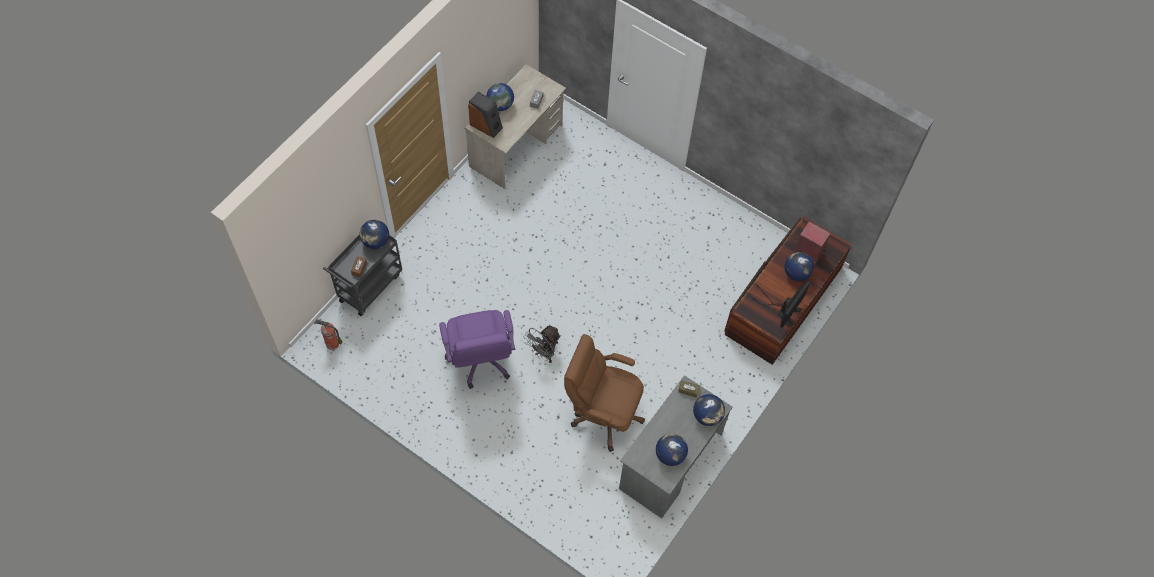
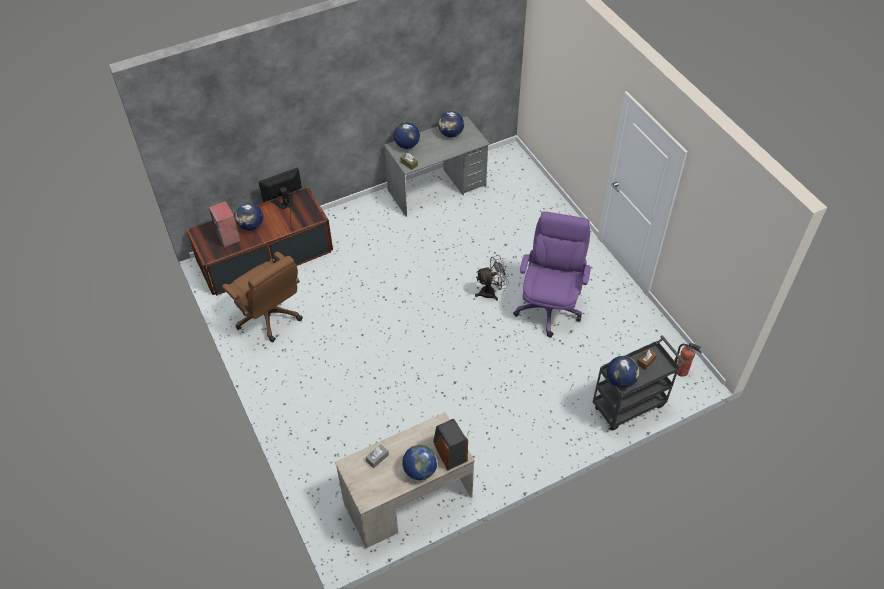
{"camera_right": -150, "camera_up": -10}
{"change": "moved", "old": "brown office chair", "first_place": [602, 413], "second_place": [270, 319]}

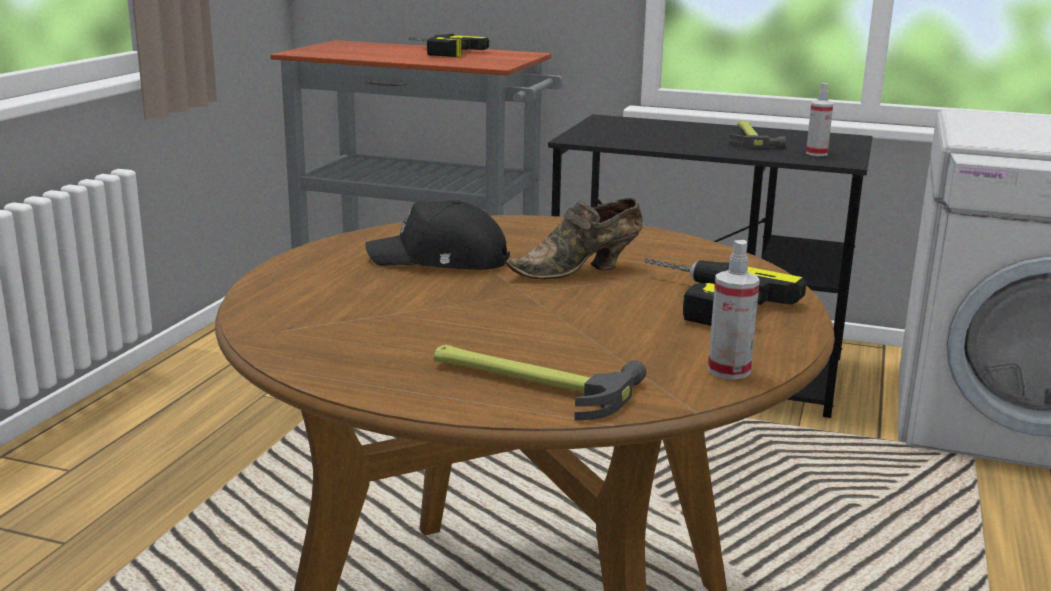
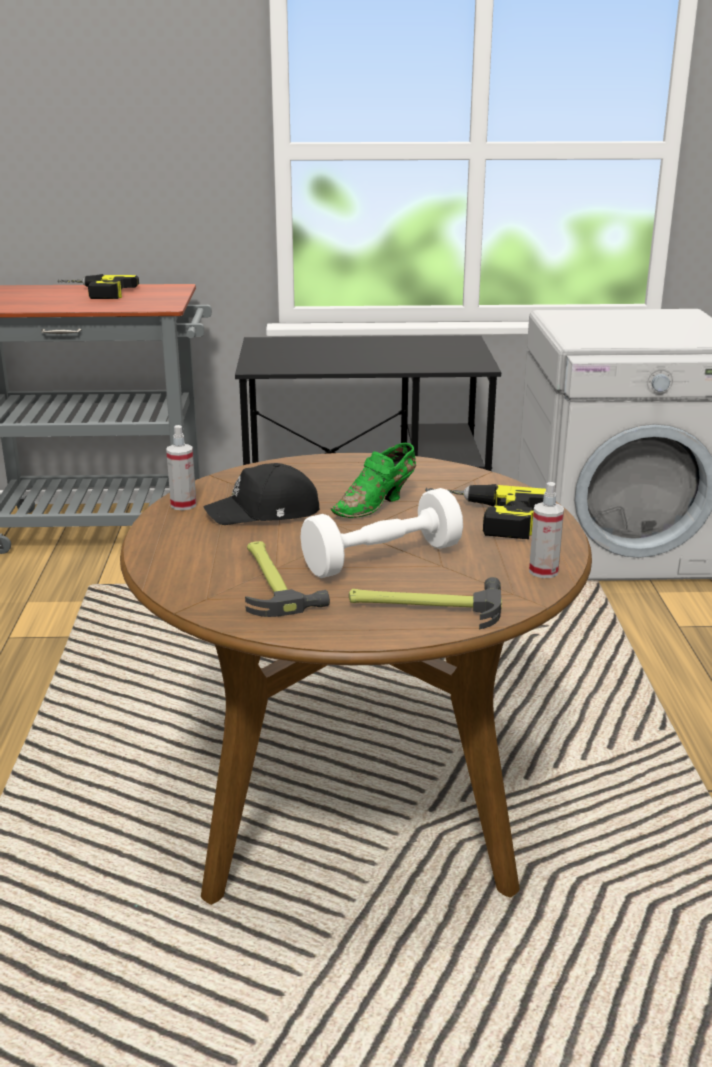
{"camera_right": -20, "camera_up": 5}
{"change": "added", "new": "white-coloured free weight", "second_place": [382, 559]}
{"change": "moved", "old": "tool hammer", "first_place": [750, 138], "second_place": [272, 581]}
{"change": "moved", "old": "hand sprayer", "first_place": [816, 153], "second_place": [183, 505]}
{"change": "recoloured", "old": "brown low shoe", "new": "green-coloured low shoe", "first_place": [580, 271], "second_place": [377, 504]}

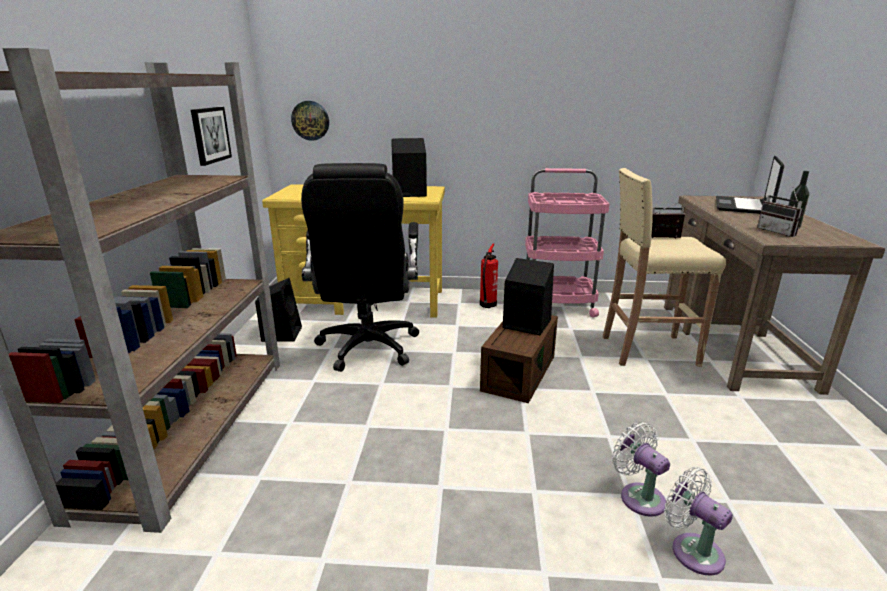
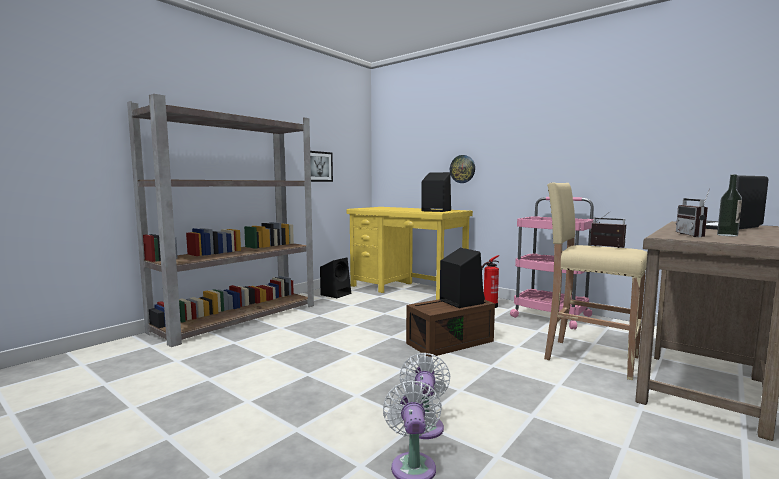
{"camera_right": 35, "camera_up": -15}
{"change": "removed", "old": "black office chair", "first_place": [368, 348]}
{"change": "moved", "old": "wall clock", "first_place": [310, 120], "second_place": [462, 169]}

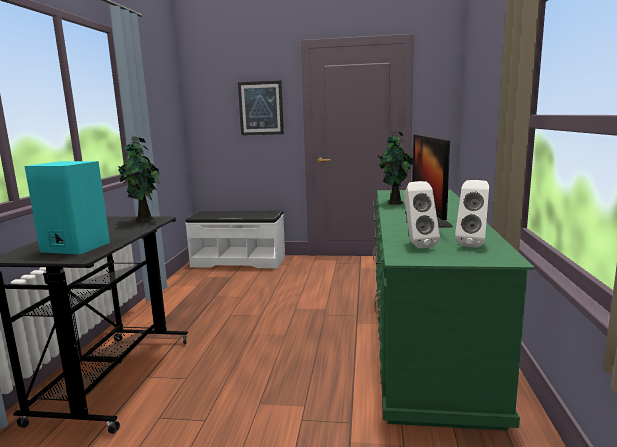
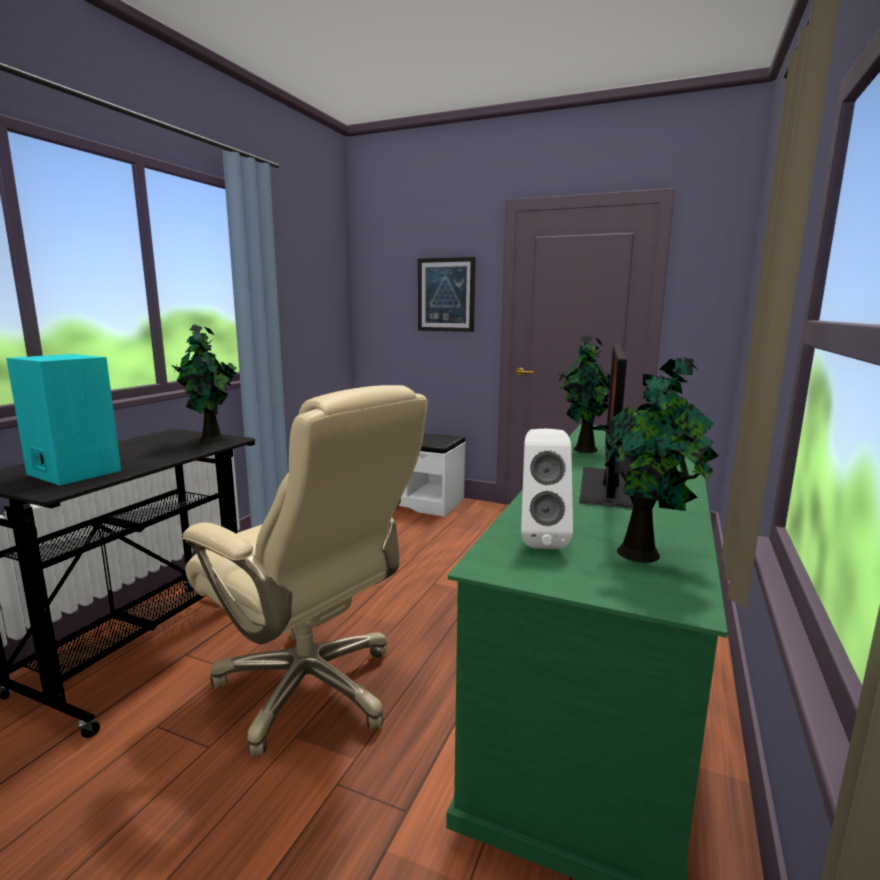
{"camera_right": 15, "camera_up": 0}
{"change": "added", "new": "beige office chair", "second_place": [310, 693]}
{"change": "replaced", "old": "white-coloured speaker", "new": "houseplant", "first_place": [472, 244], "second_place": [642, 553]}

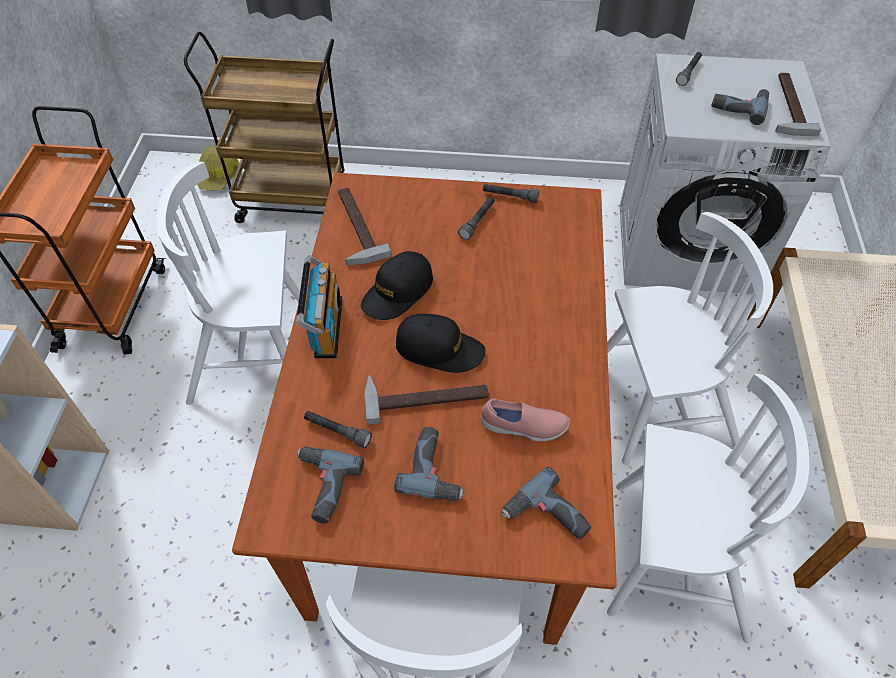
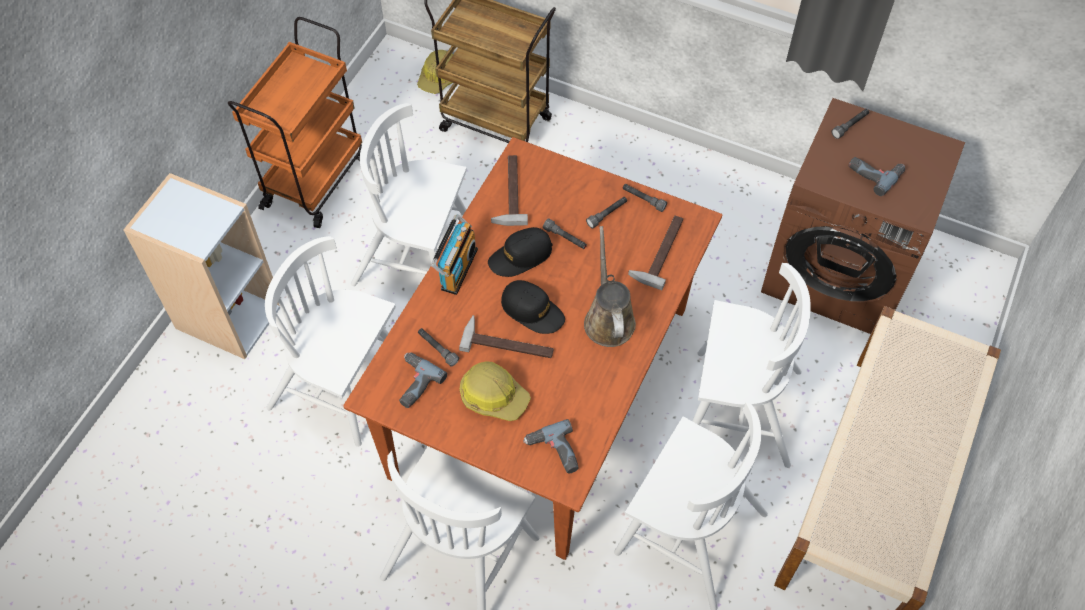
{"camera_right": 20, "camera_up": 5}
{"change": "removed", "old": "pinkish low shoe", "first_place": [523, 428]}
{"change": "added", "new": "white-coloured plain chair", "second_place": [346, 385]}
{"change": "added", "new": "greyish torch", "second_place": [565, 238]}
{"change": "added", "new": "brown sprinkling can", "second_place": [608, 319]}
{"change": "moved", "old": "tool hammer", "first_place": [787, 105], "second_place": [659, 250]}
{"change": "replaced", "old": "power drill", "new": "safety helmet", "first_place": [435, 469], "second_place": [493, 396]}
{"change": "recoloured", "old": "white-coloured laundry machine", "new": "brown laundry machine", "first_place": [685, 251], "second_place": [836, 276]}

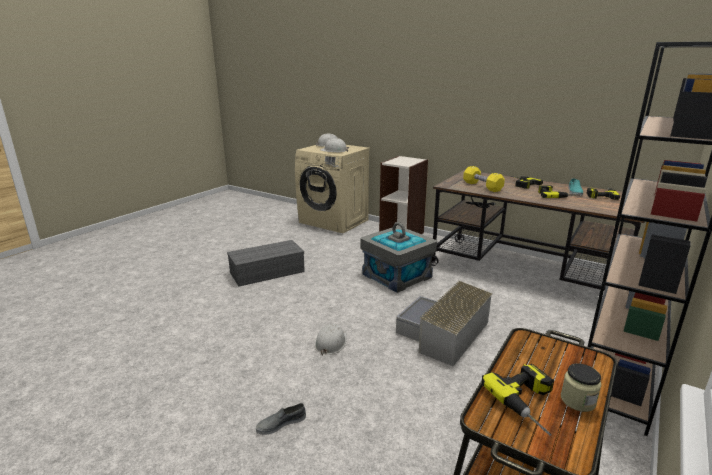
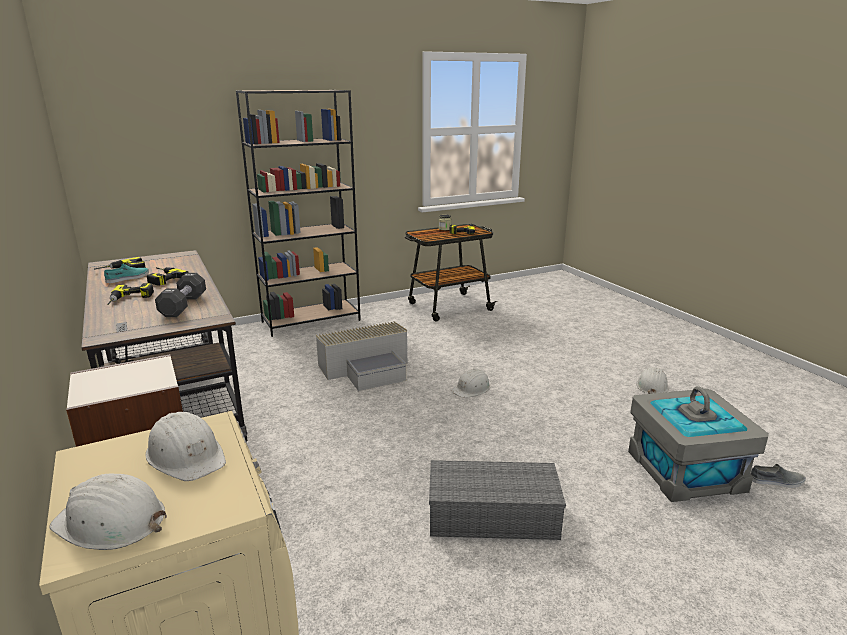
{"camera_right": -150, "camera_up": 0}
{"change": "added", "new": "white-coloured safety helmet", "second_place": [652, 385]}
{"change": "moved", "old": "greyish low shoe", "first_place": [281, 423], "second_place": [777, 481]}
{"change": "moved", "old": "greyish storage container", "first_place": [397, 276], "second_place": [684, 471]}
{"change": "recoloured", "old": "yellow free weight", "new": "black free weight", "first_place": [482, 186], "second_place": [183, 306]}

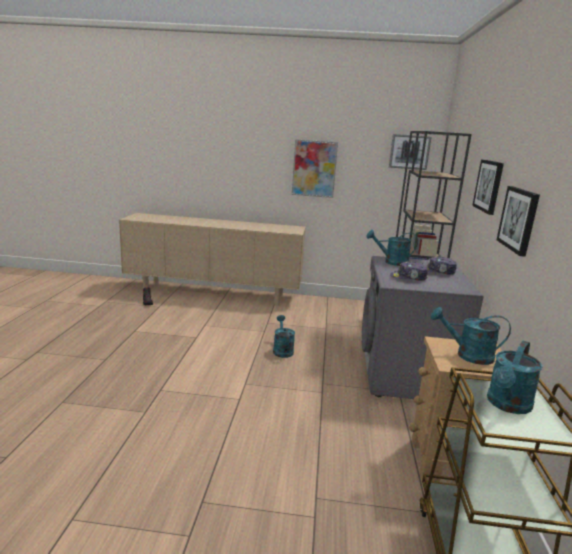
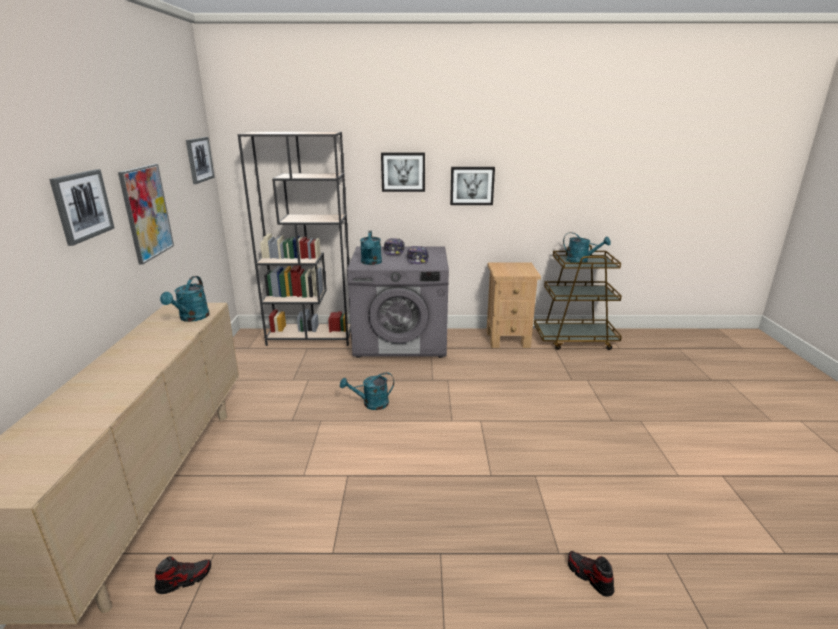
{"camera_right": -95, "camera_up": 5}
{"change": "added", "new": "wall art", "second_place": [82, 205]}
{"change": "added", "new": "low shoe", "second_place": [589, 577]}
{"change": "moved", "old": "turquoise-coloured sprinkling can", "first_place": [467, 355], "second_place": [191, 318]}

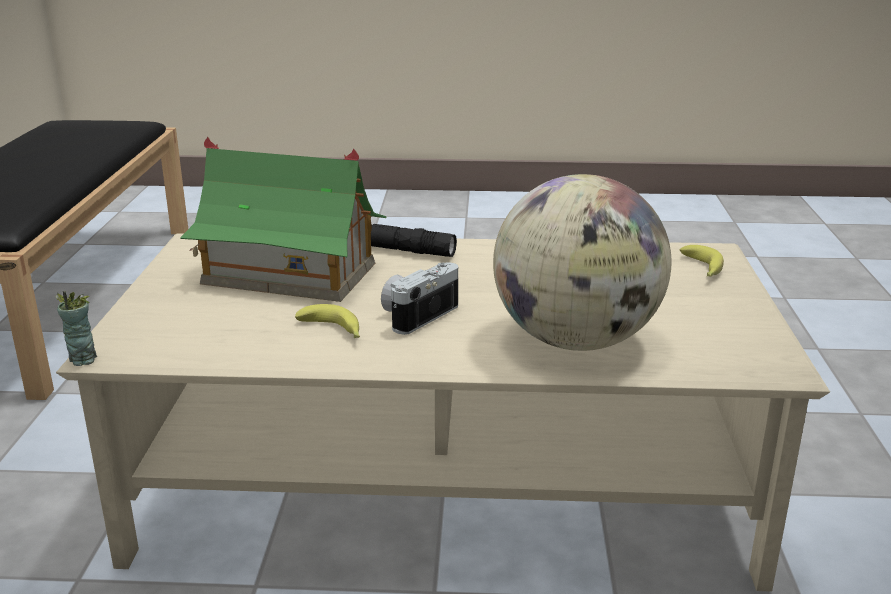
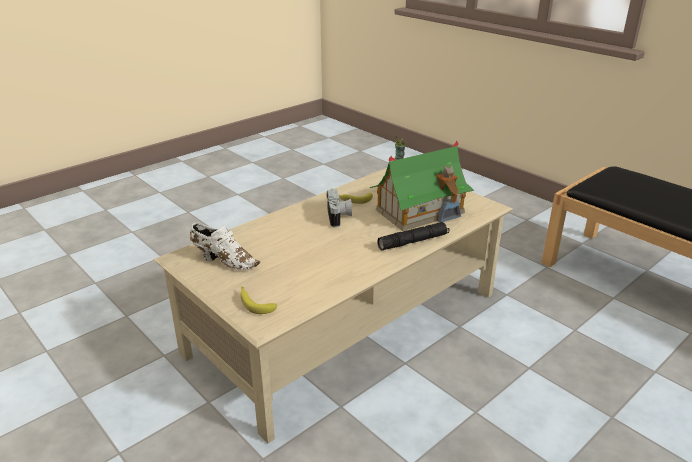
{"camera_right": 135, "camera_up": 5}
{"change": "removed", "old": "desk globe", "first_place": [576, 341]}
{"change": "added", "new": "white-coloured low shoe", "second_place": [223, 260]}

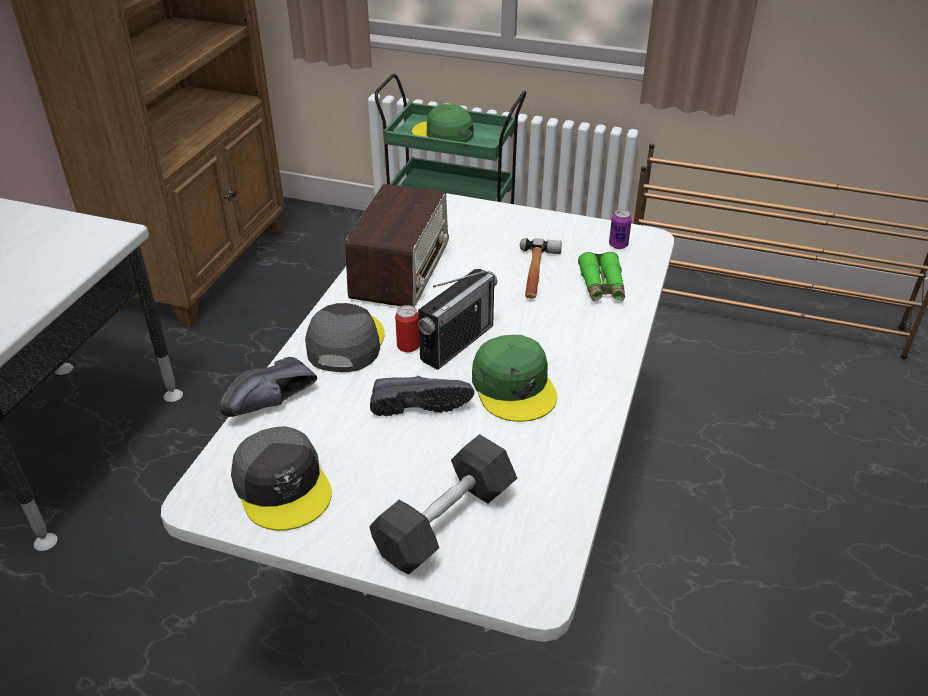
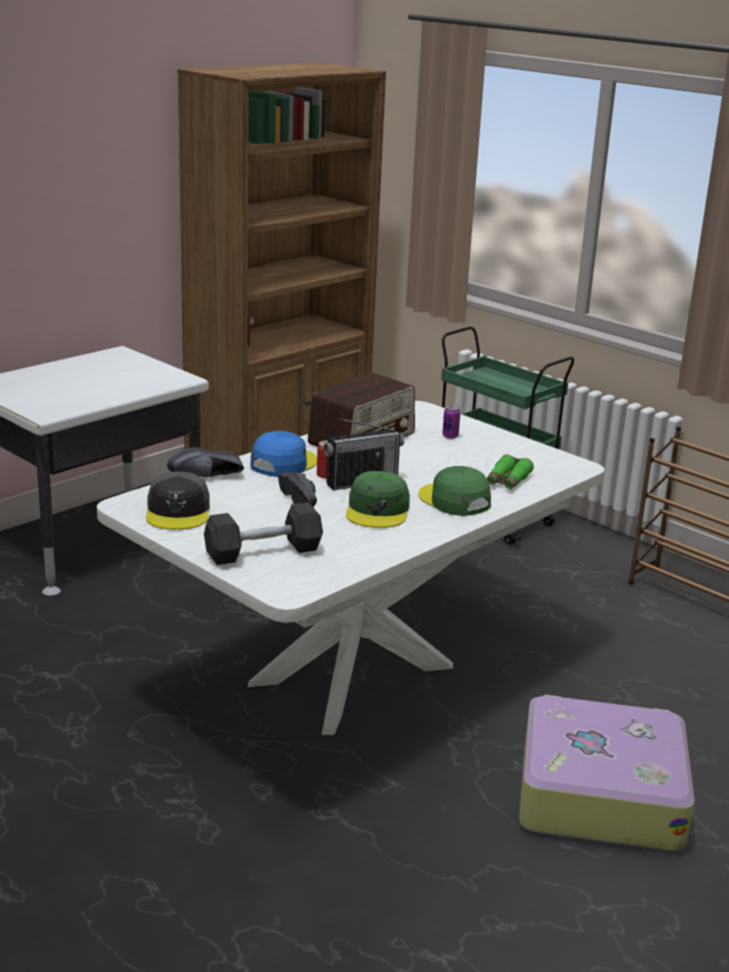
{"camera_right": 25, "camera_up": -15}
{"change": "removed", "old": "tool hammer", "first_place": [536, 274]}
{"change": "added", "new": "piece of luggage", "second_place": [599, 792]}
{"change": "moved", "old": "green-coloured cap", "first_place": [443, 134], "second_place": [454, 500]}
{"change": "moved", "old": "can", "first_place": [618, 245], "second_place": [450, 436]}
{"change": "recoloured", "old": "greyish cap", "new": "blue cap", "first_place": [345, 343], "second_place": [283, 463]}
{"change": "turned", "old": "black low shoe", "first_place": [419, 403], "second_place": [303, 501], "degrees": 45}

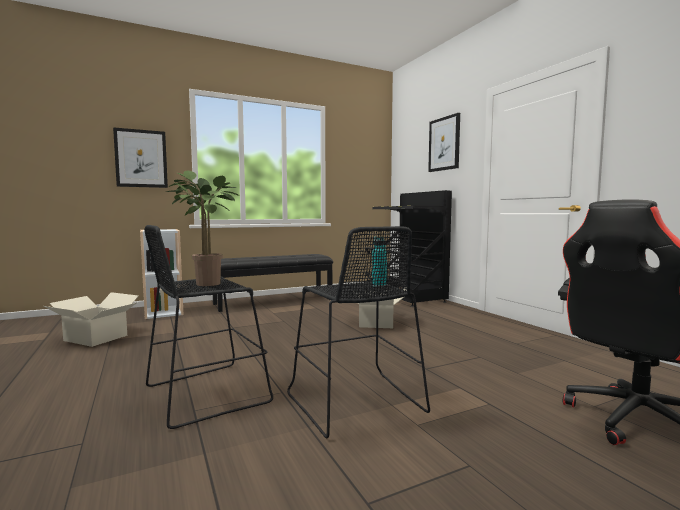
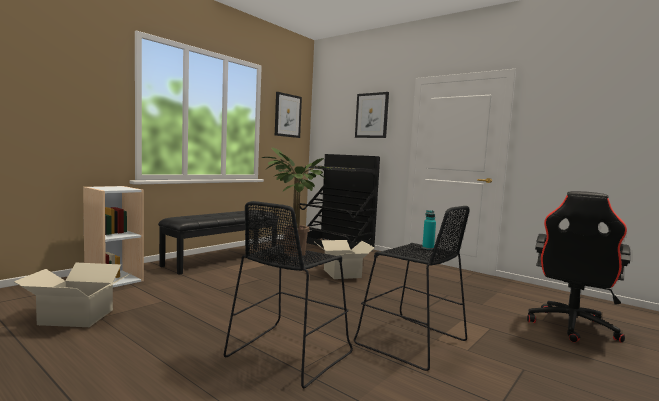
{"camera_right": -25, "camera_up": 0}
{"change": "moved", "old": "wall art", "first_place": [141, 158], "second_place": [287, 115]}

